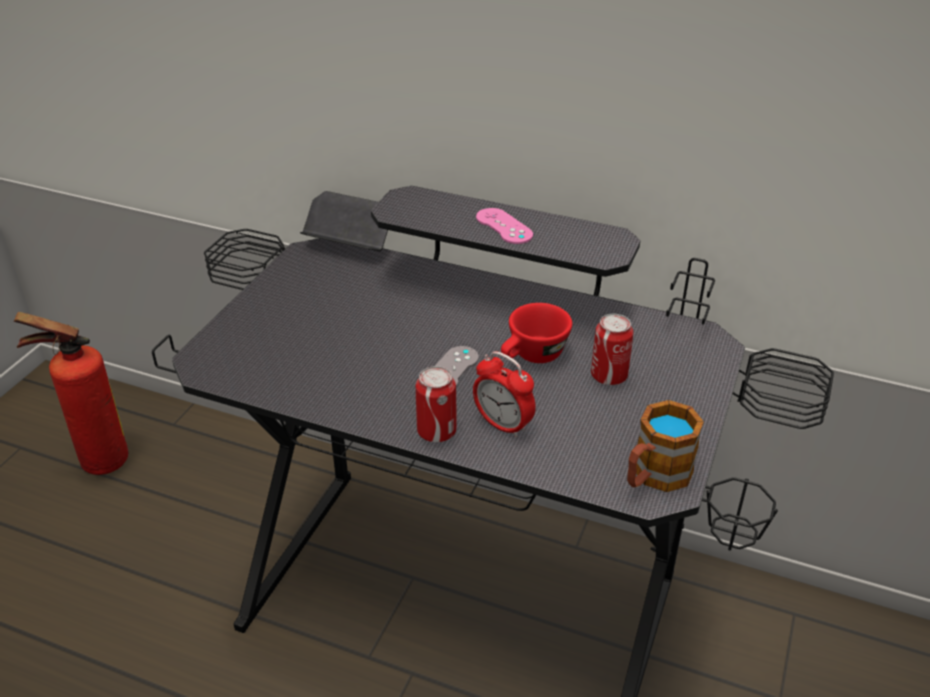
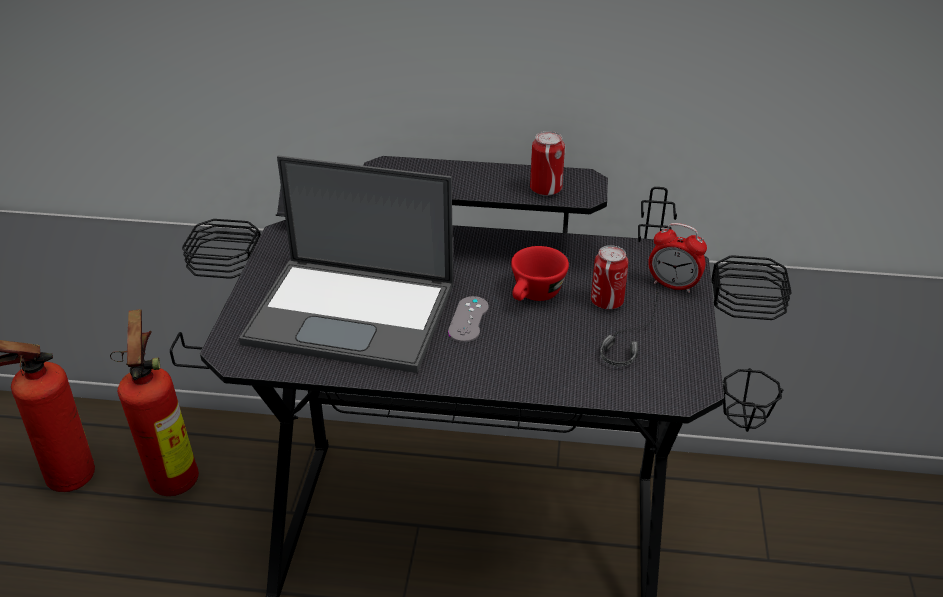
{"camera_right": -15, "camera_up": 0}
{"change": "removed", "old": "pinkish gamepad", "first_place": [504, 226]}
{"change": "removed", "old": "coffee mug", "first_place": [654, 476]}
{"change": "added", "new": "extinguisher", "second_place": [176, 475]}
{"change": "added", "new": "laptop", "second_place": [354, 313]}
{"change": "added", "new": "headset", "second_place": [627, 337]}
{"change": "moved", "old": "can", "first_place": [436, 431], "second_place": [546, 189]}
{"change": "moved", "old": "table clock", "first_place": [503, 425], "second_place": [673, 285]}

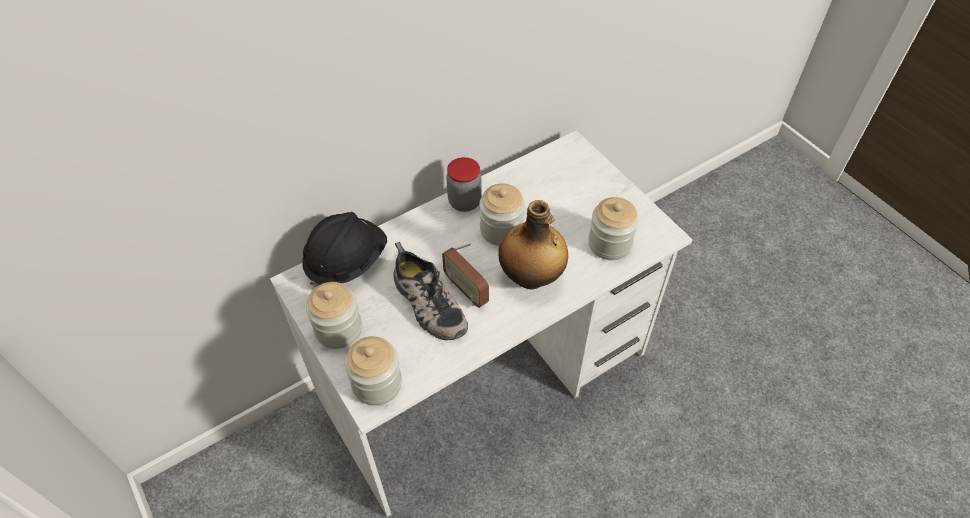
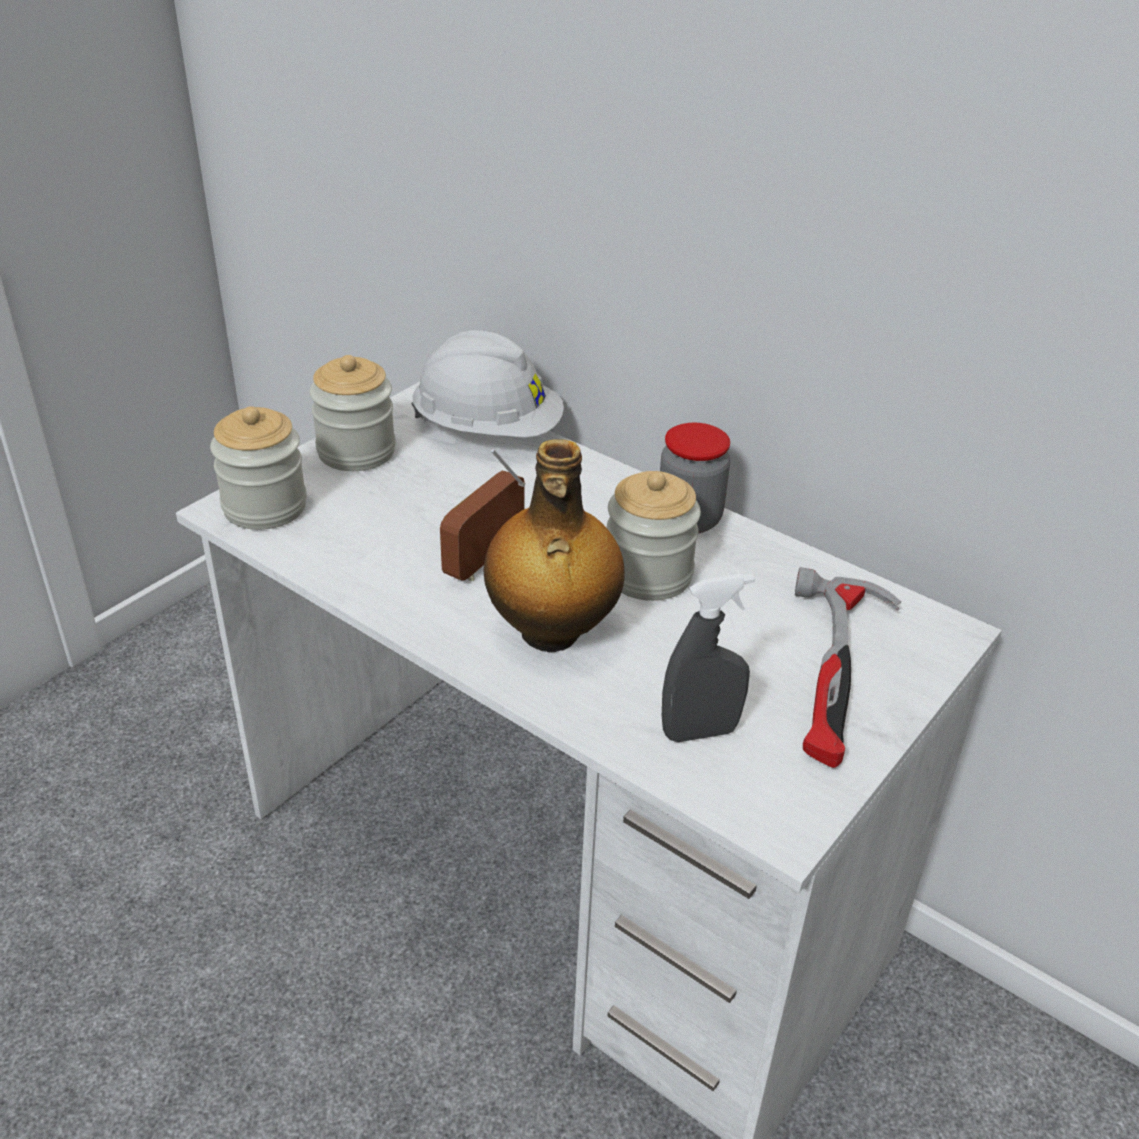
{"camera_right": 70, "camera_up": -15}
{"change": "removed", "old": "low shoe", "first_place": [426, 303]}
{"change": "added", "new": "tool hammer", "second_place": [839, 674]}
{"change": "replaced", "old": "preserve jar", "new": "greyish hand sprayer", "first_place": [609, 243], "second_place": [700, 732]}
{"change": "recoloured", "old": "black safety helmet", "new": "white-coloured safety helmet", "first_place": [346, 262], "second_place": [488, 431]}

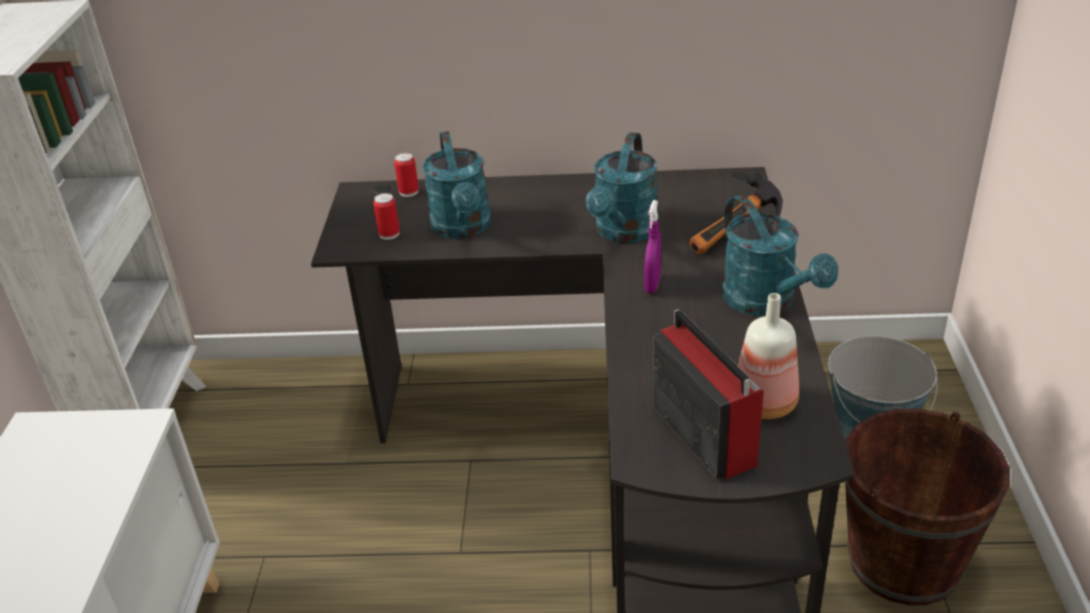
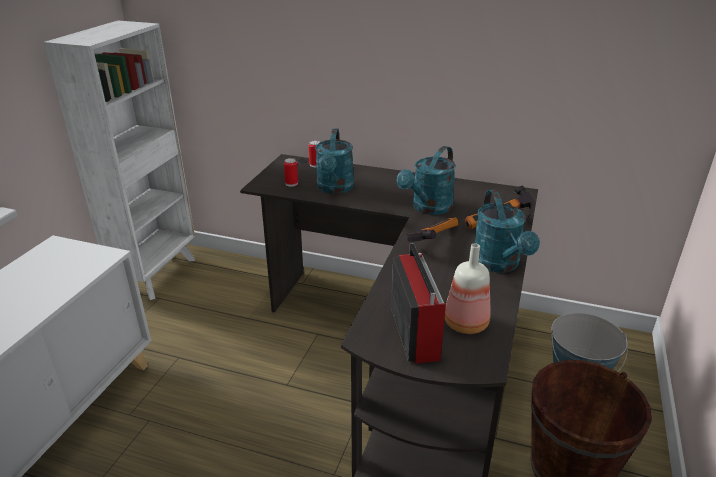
{"camera_right": 15, "camera_up": -5}
{"change": "replaced", "old": "purple hand sprayer", "new": "tool hammer", "first_place": [652, 285], "second_place": [430, 239]}

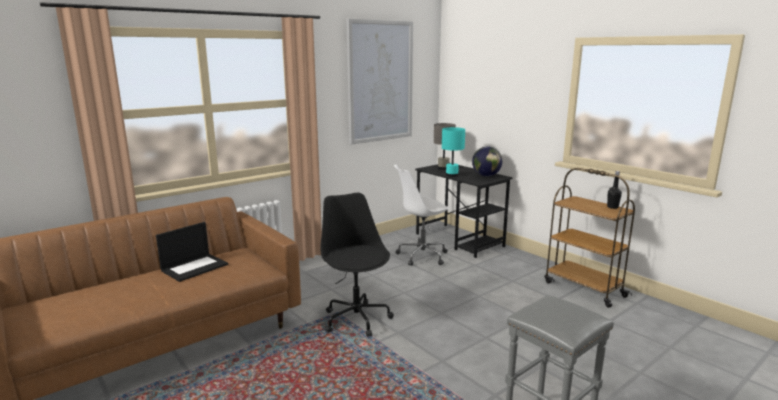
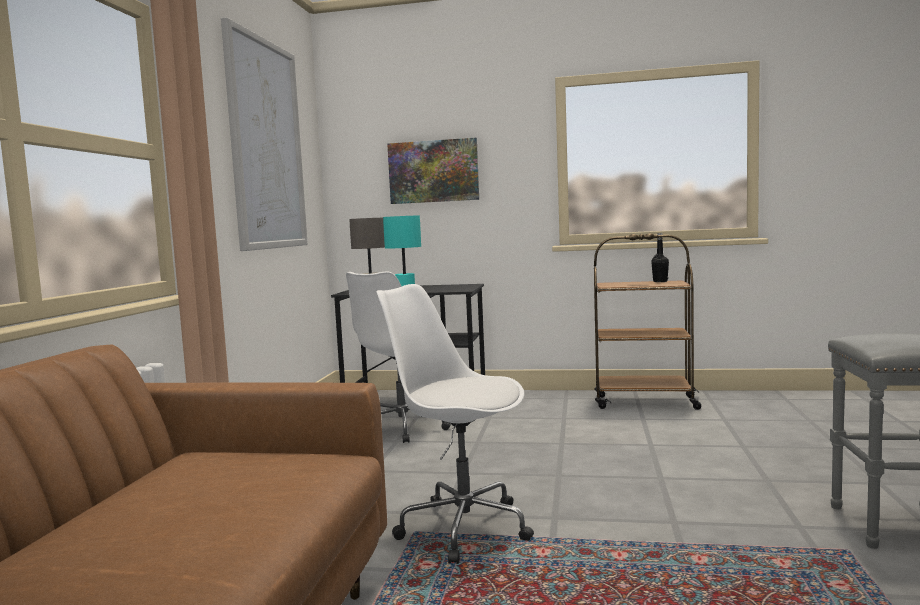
{"camera_right": -40, "camera_up": -10}
{"change": "removed", "old": "laptop", "first_place": [195, 267]}
{"change": "removed", "old": "desk globe", "first_place": [486, 176]}
{"change": "added", "new": "wall art", "second_place": [433, 171]}
{"change": "recoloured", "old": "black office chair", "new": "white-coloured office chair", "first_place": [356, 319], "second_place": [461, 528]}

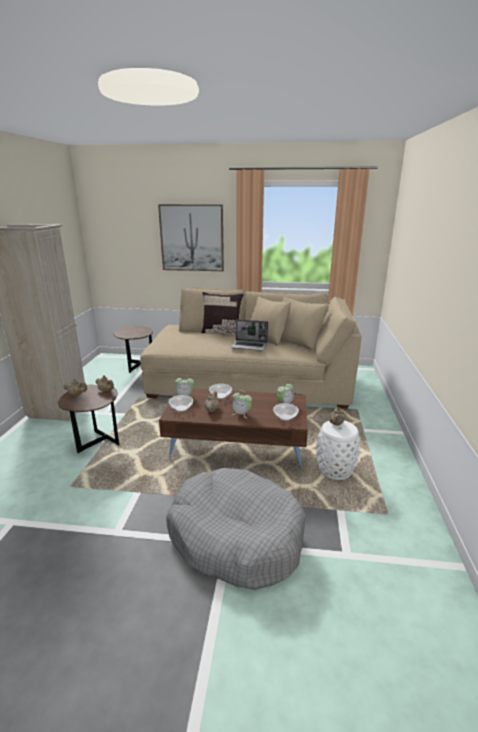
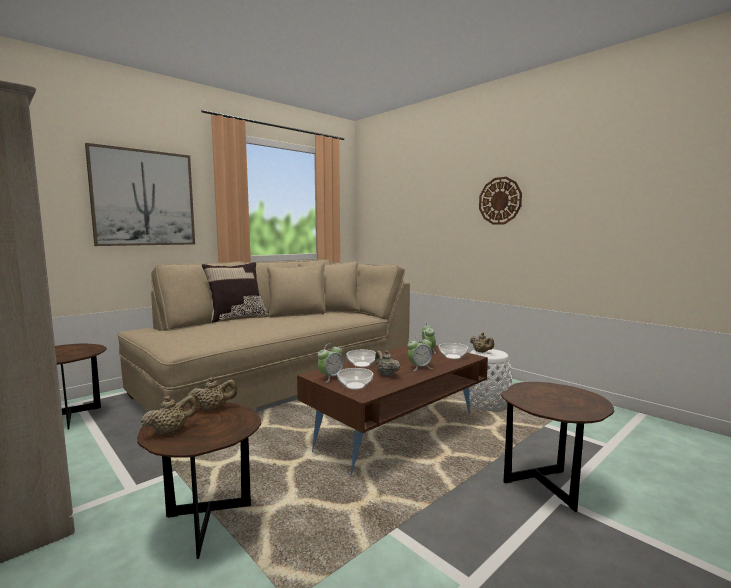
{"camera_right": -50, "camera_up": -15}
{"change": "removed", "old": "laptop", "first_place": [249, 346]}
{"change": "added", "new": "wall clock", "second_place": [500, 201]}
{"change": "replaced", "old": "greyish pet bed", "new": "brown side table", "first_place": [236, 537], "second_place": [549, 489]}

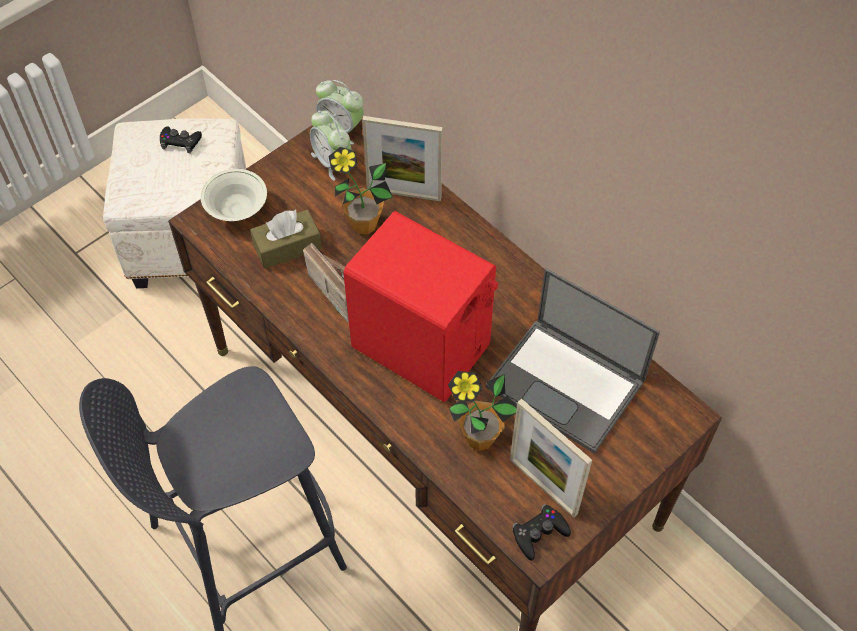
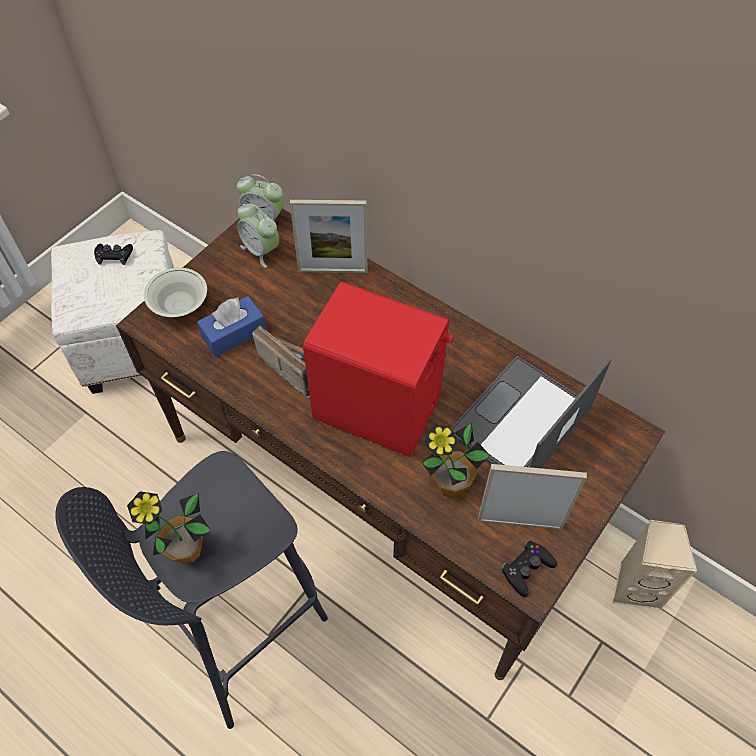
{"camera_right": -10, "camera_up": 0}
{"change": "added", "new": "beige speaker", "second_place": [636, 586]}
{"change": "moved", "old": "houseplant", "first_place": [364, 224], "second_place": [187, 551]}
{"change": "recoloured", "old": "brown box of tissues", "new": "blue box of tissues", "first_place": [287, 247], "second_place": [234, 333]}
{"change": "turned", "old": "laptop", "first_place": [567, 384], "second_place": [520, 422], "degrees": 105}
{"change": "turned", "old": "photo frame", "first_place": [543, 486], "second_place": [519, 522], "degrees": 150}

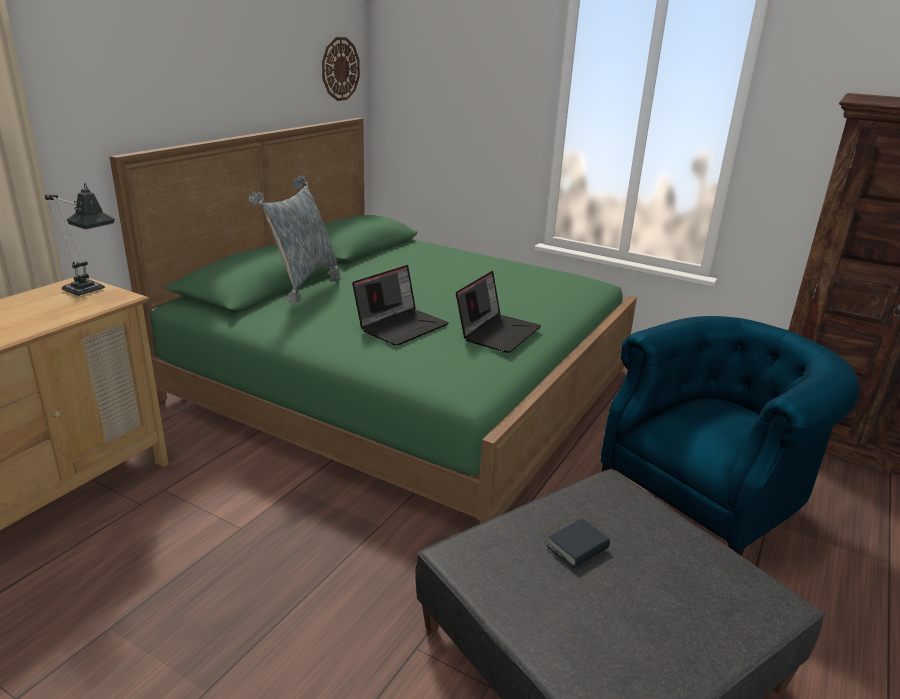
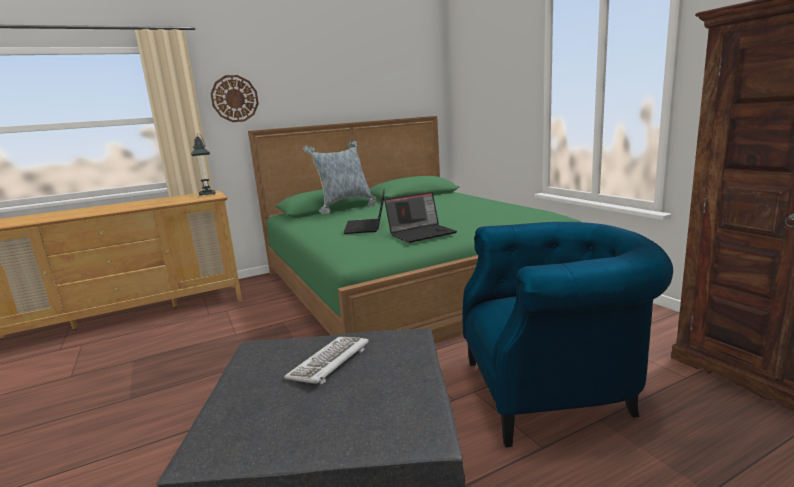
{"camera_right": 35, "camera_up": -10}
{"change": "moved", "old": "wall clock", "first_place": [340, 69], "second_place": [234, 98]}
{"change": "replaced", "old": "book", "new": "keyboard", "first_place": [578, 548], "second_place": [329, 362]}
{"change": "turned", "old": "laptop", "first_place": [401, 326], "second_place": [367, 227], "degrees": 105}

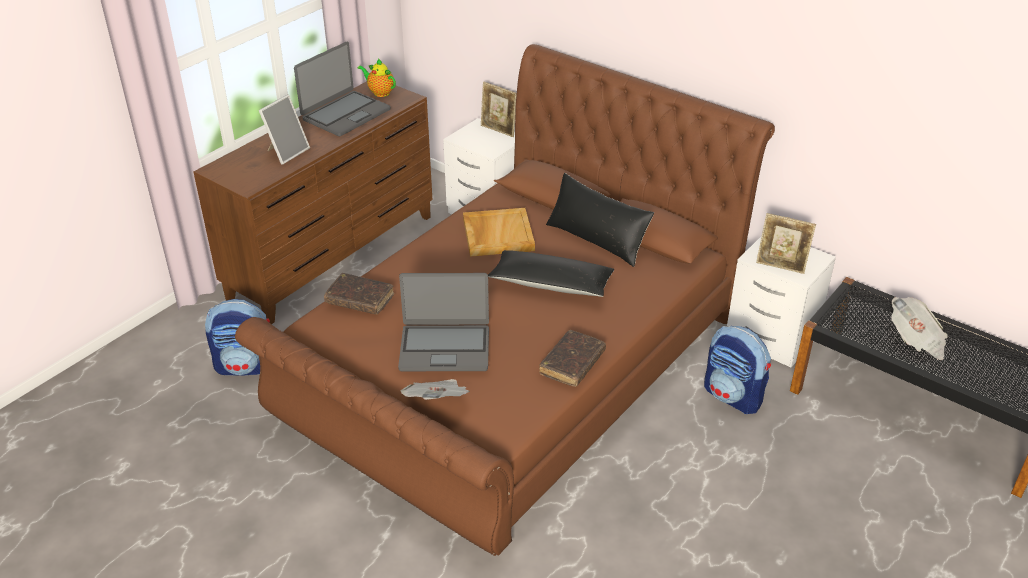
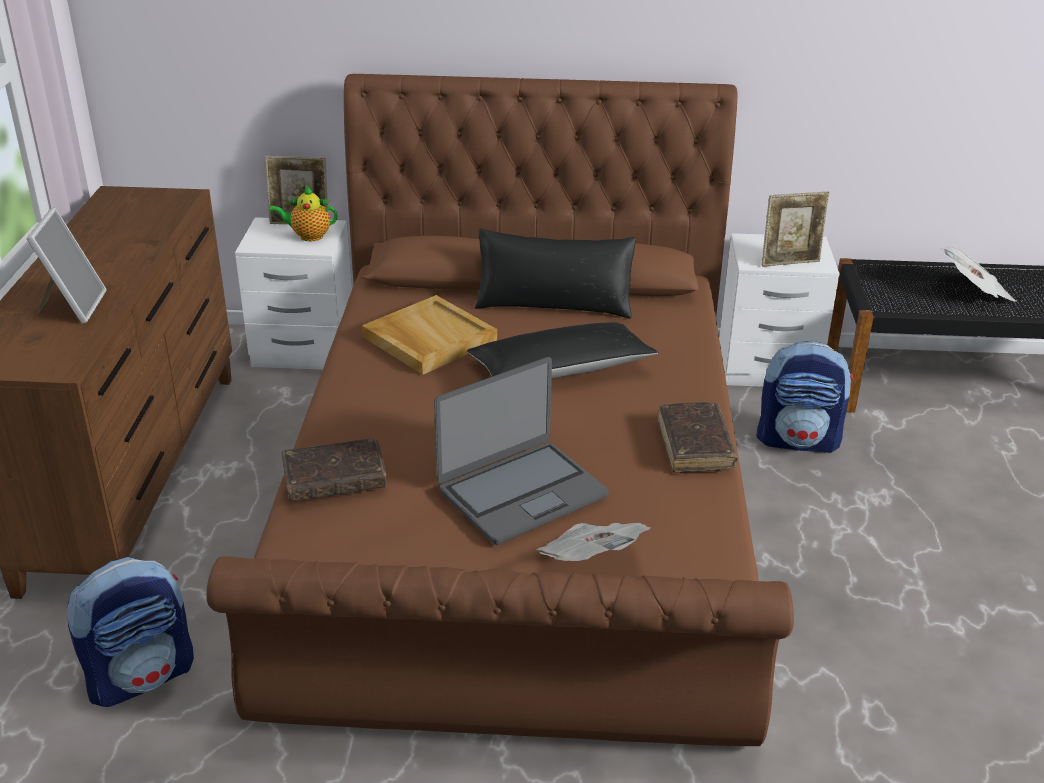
{"camera_right": -35, "camera_up": -5}
{"change": "removed", "old": "laptop", "first_place": [345, 114]}
{"change": "moved", "old": "teapot", "first_place": [380, 92], "second_place": [308, 236]}

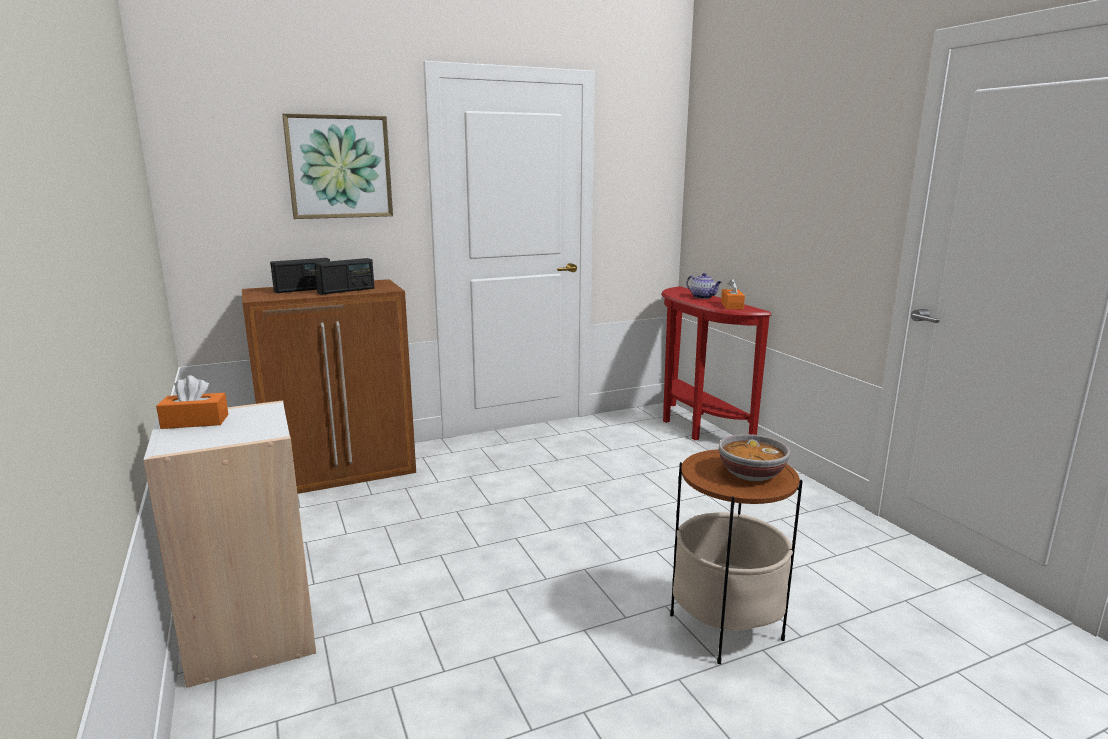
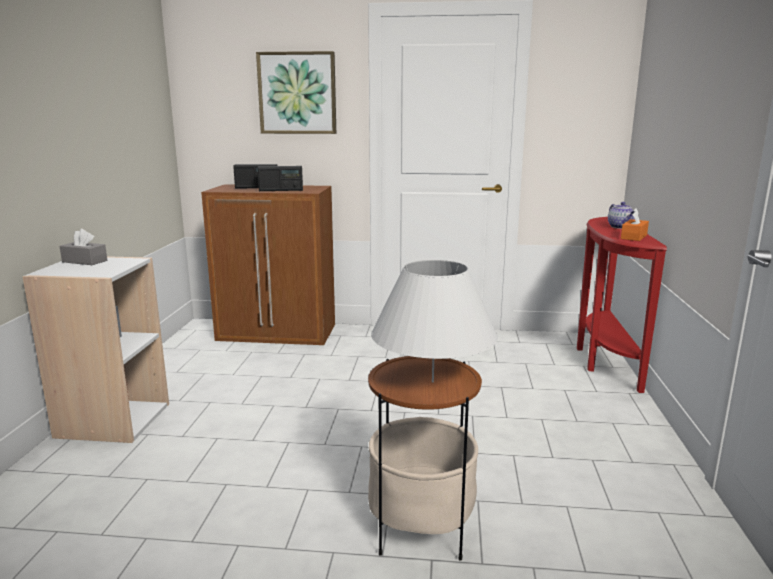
{"camera_right": 30, "camera_up": 0}
{"change": "replaced", "old": "bowl", "new": "white-coloured table lamp", "first_place": [750, 474], "second_place": [432, 382]}
{"change": "recoloured", "old": "orange box of tissues", "new": "greyish box of tissues", "first_place": [195, 421], "second_place": [84, 261]}

